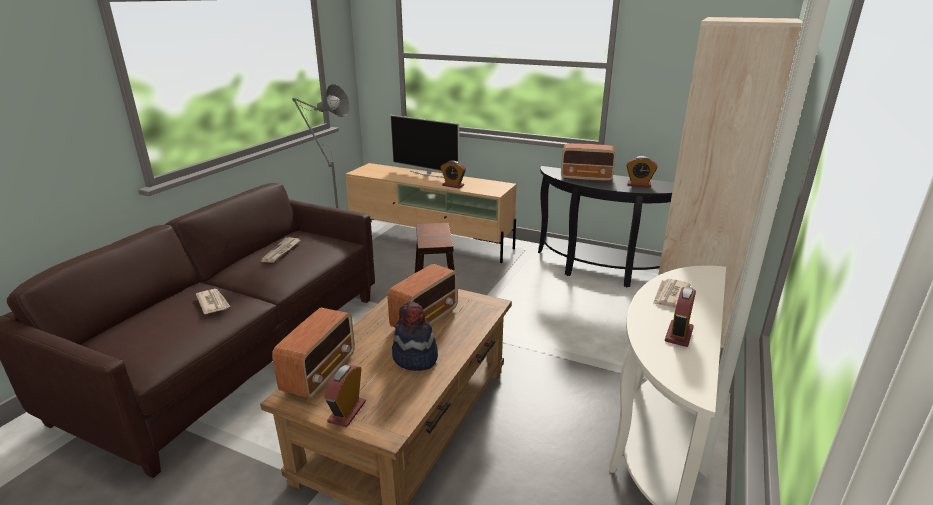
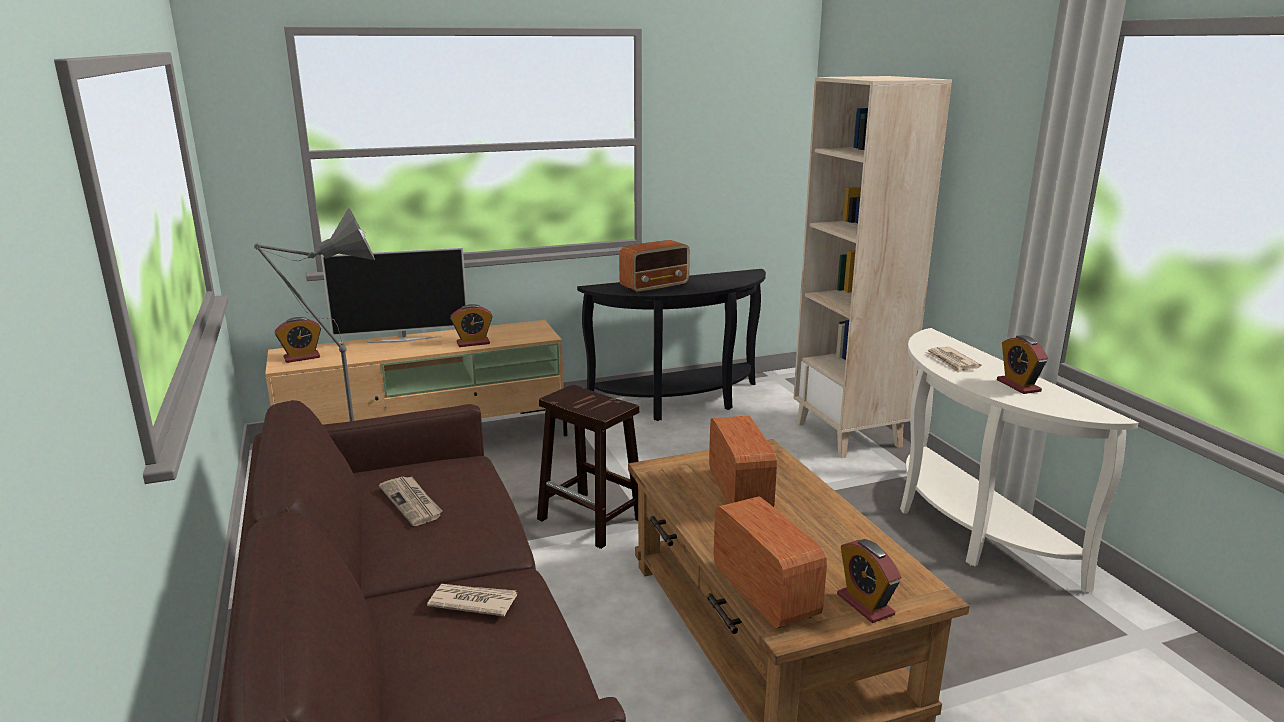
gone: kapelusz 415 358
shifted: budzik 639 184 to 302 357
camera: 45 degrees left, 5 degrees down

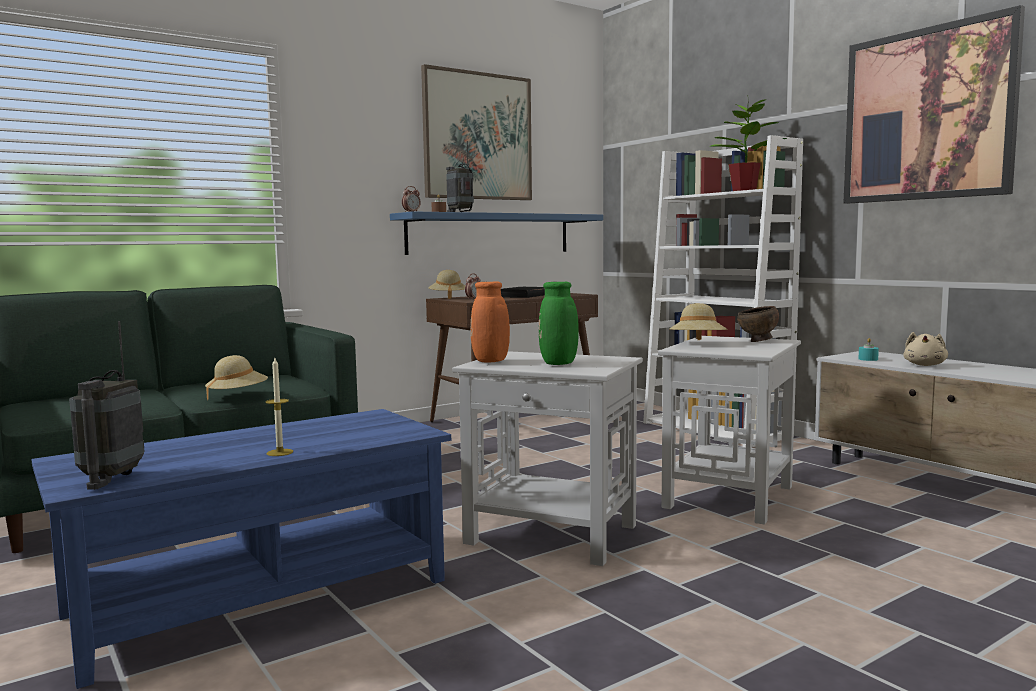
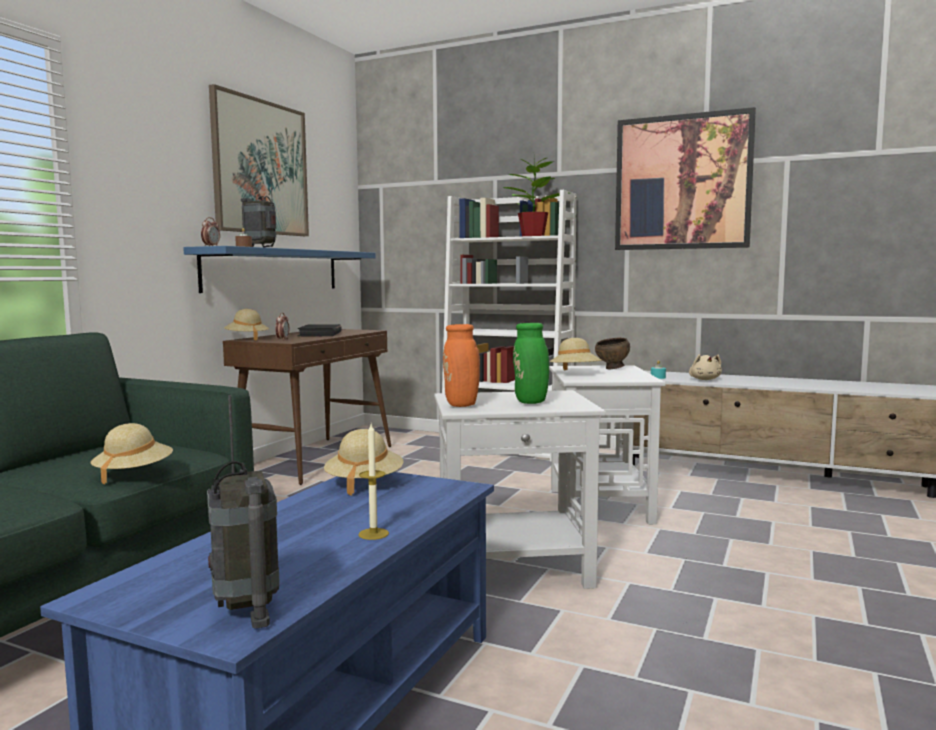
new: kapelusz [beżowy] 364 483
camera: 30 degrees left, 0 degrees up

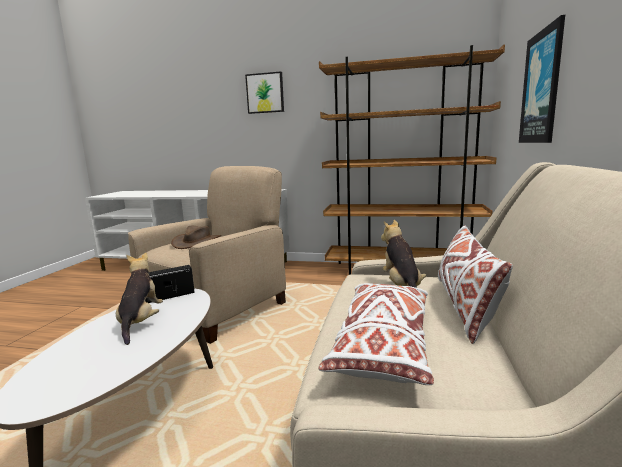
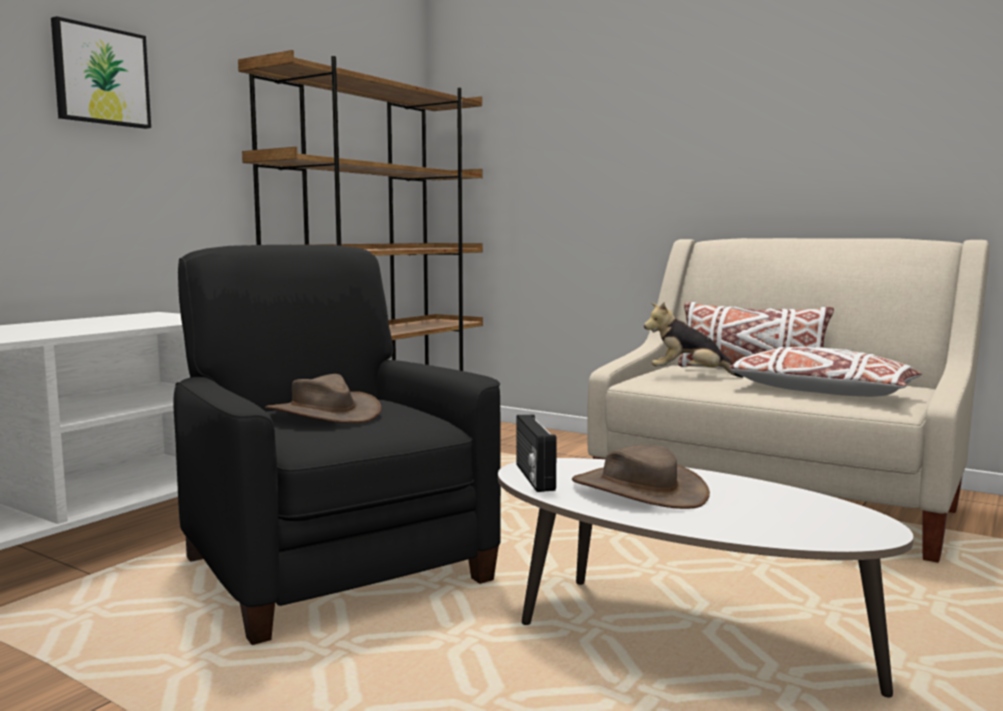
gone: obraz 542 87
swapped: pluszak 141 322 to kapelusz [brązowy] 639 490
repainted: fotel [beżowy] 218 308 to fotel [czarny] 333 567
camera: 70 degrees left, 5 degrees down

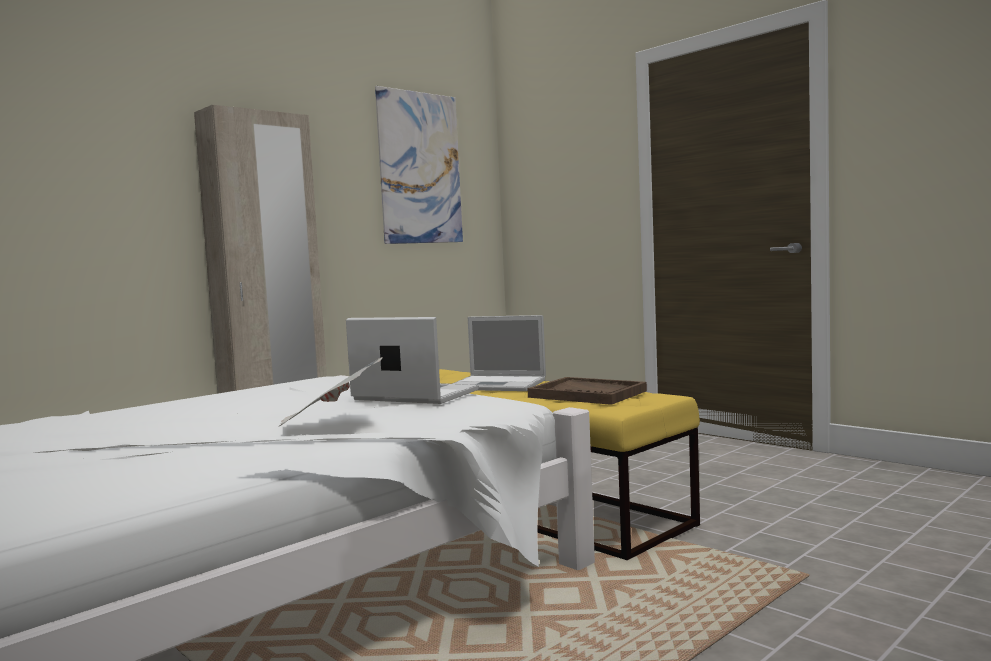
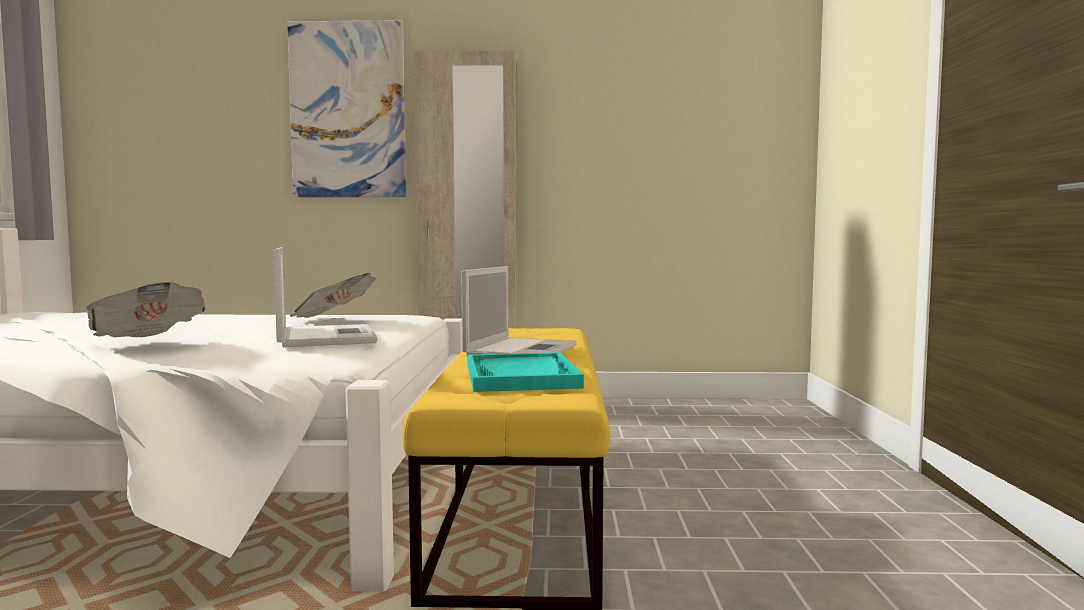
new: gazeta 333 320
shifted: obraz 420 168 to 347 110
repainted: taca [brązowy] 587 394 to taca [turkusowy] 521 376
rotated: laptop 499 384 = 522 350 135 degrees counterclockwise
camera: 45 degrees right, 0 degrees up

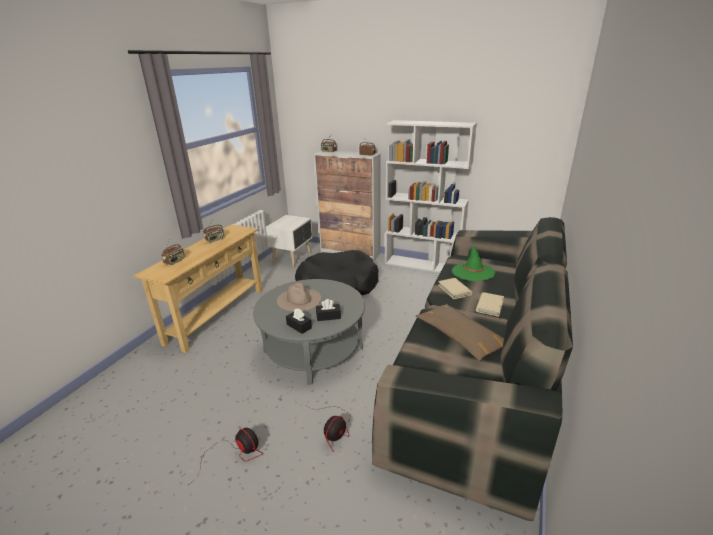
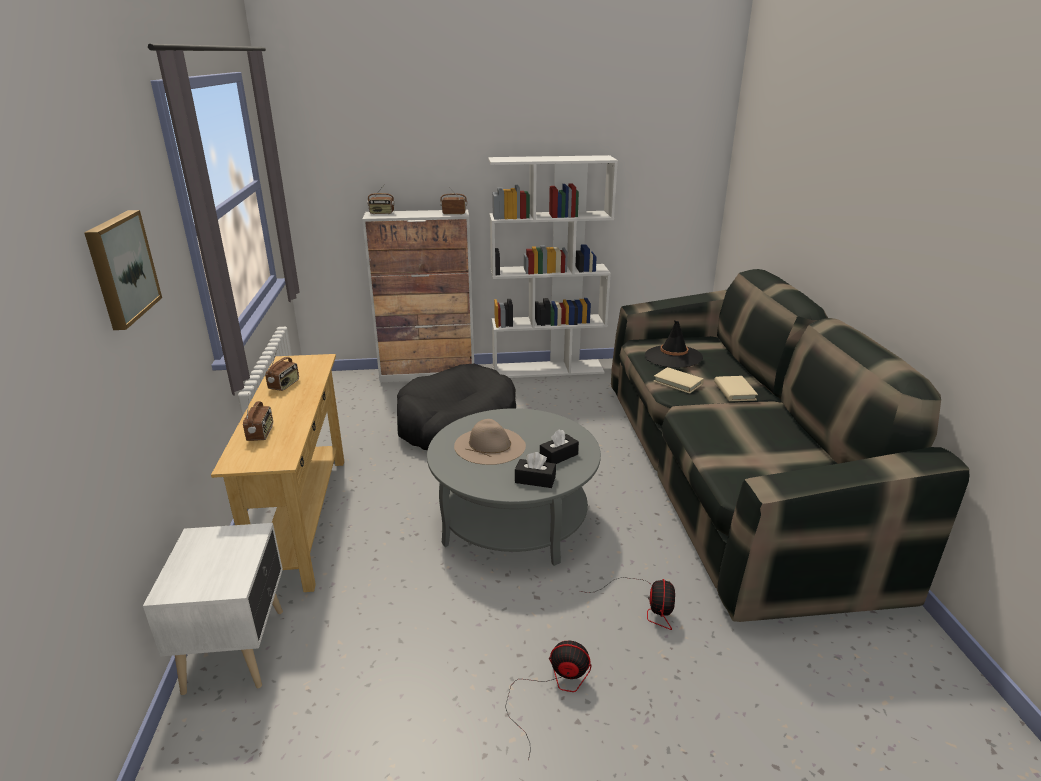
gone: poduszka [brązowy] 460 337
new: obraz 120 268
shifted: szafka nocna [biały] 293 259 to 238 648
repainted: kapelusz [zielony] 473 272 to kapelusz [czarny] 673 357
camera: 30 degrees left, 0 degrees up

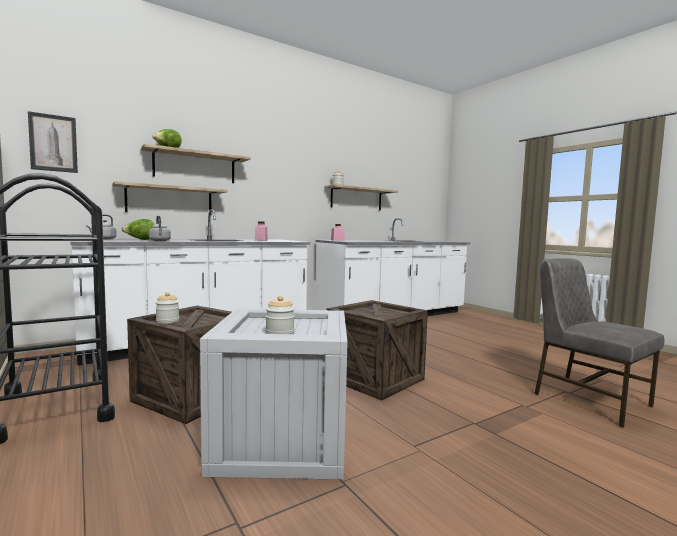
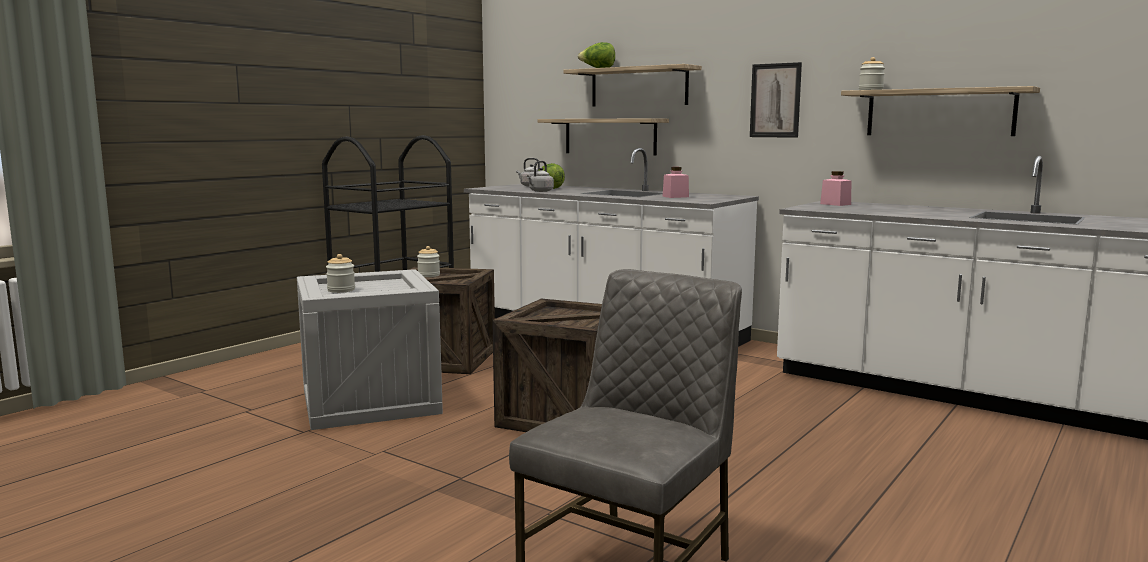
shifted: obraz 53 143 to 775 100
camera: 70 degrees right, 5 degrees up

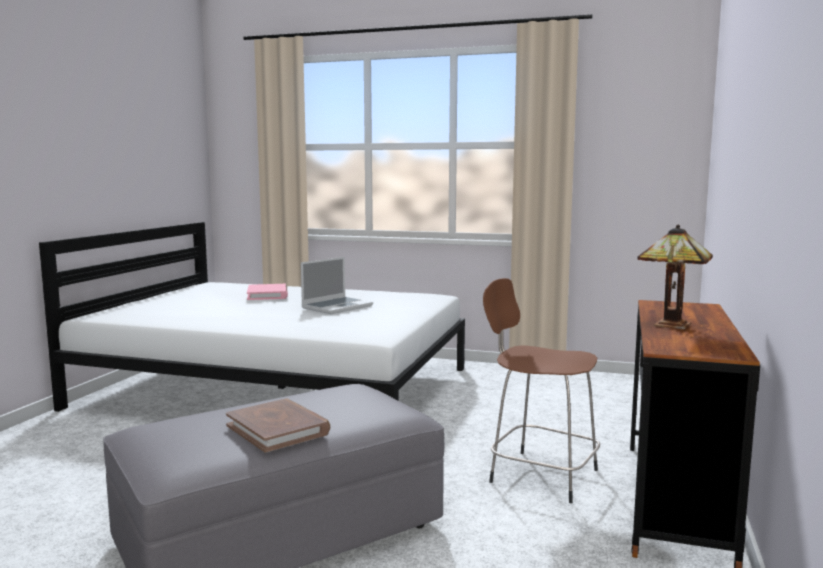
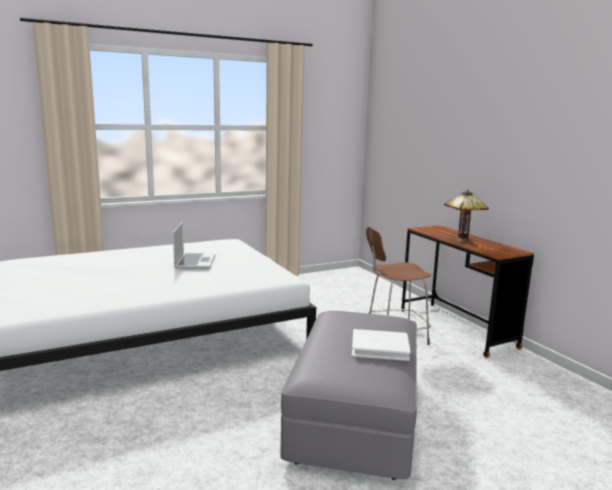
gone: książka [różowy] 267 295
repainted: książka [brązowy] 278 429 to książka [biały] 380 348
camera: 45 degrees left, 5 degrees up

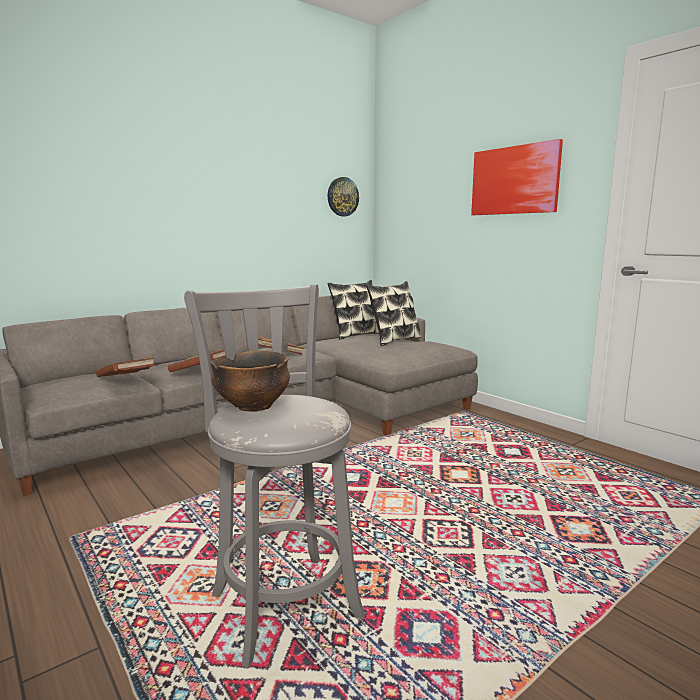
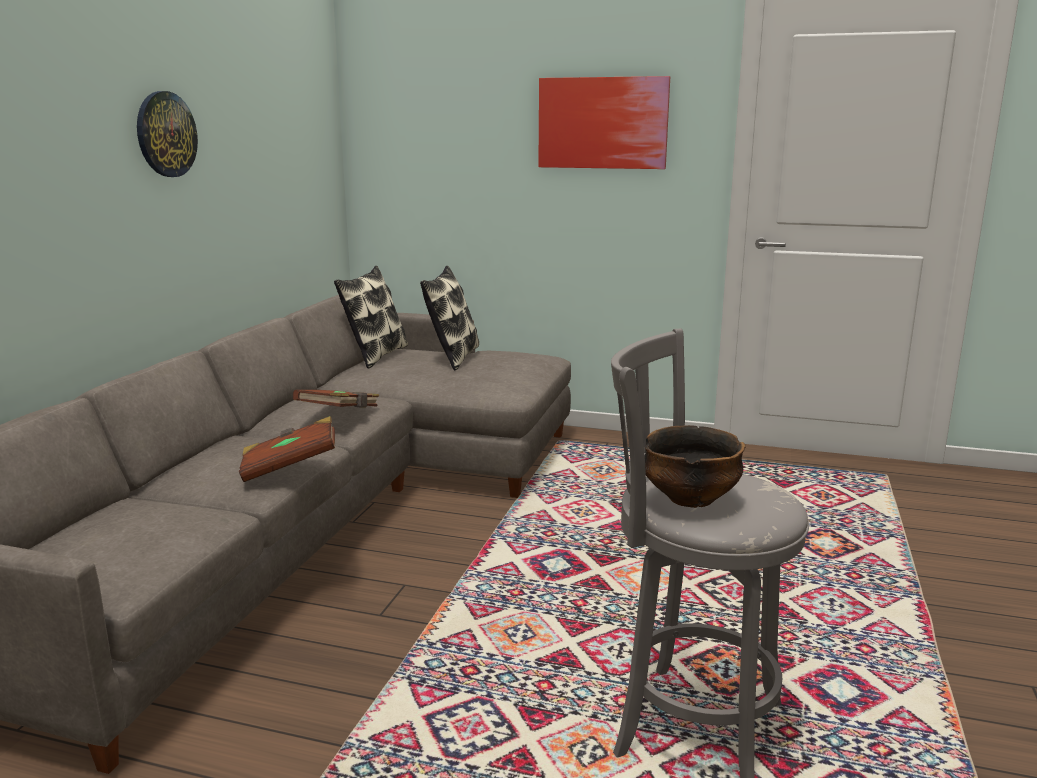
gone: książka [brązowy] 127 380
shifted: zegar ścienny 342 197 to 165 134
camera: 35 degrees left, 5 degrees up

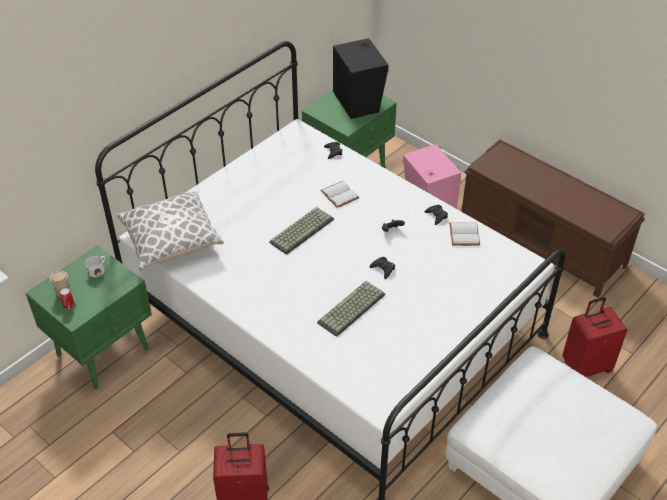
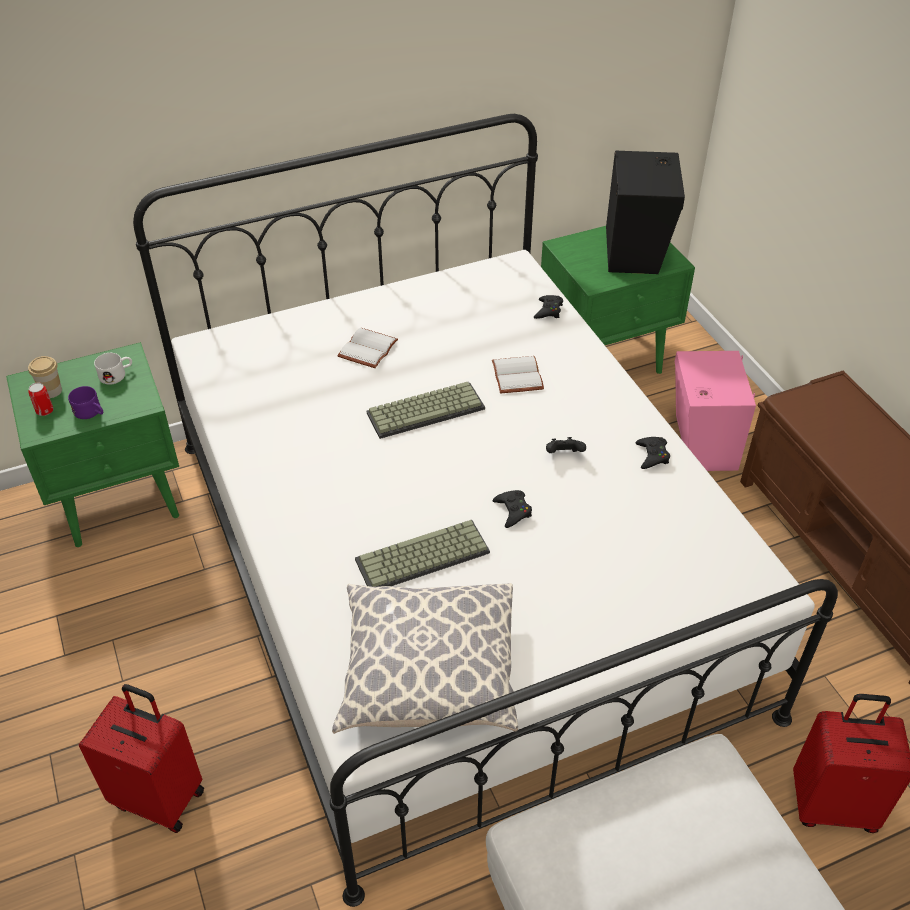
new: kubek [fioletowy] 91 413
shifted: poduszka 171 242 to 428 675; książka [biały] 463 234 to 367 348
camera: 25 degrees right, 0 degrees up

